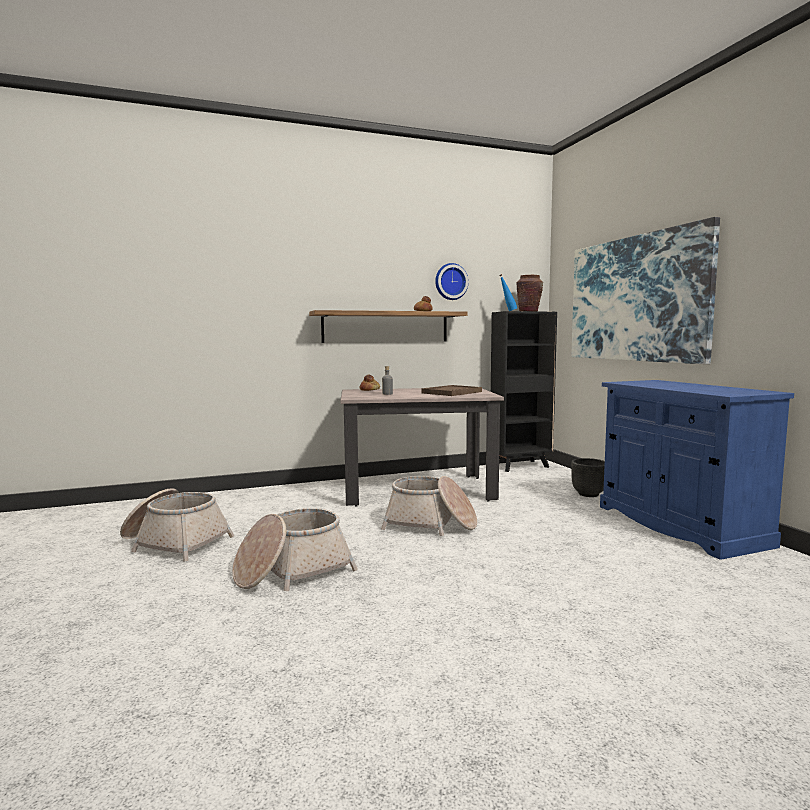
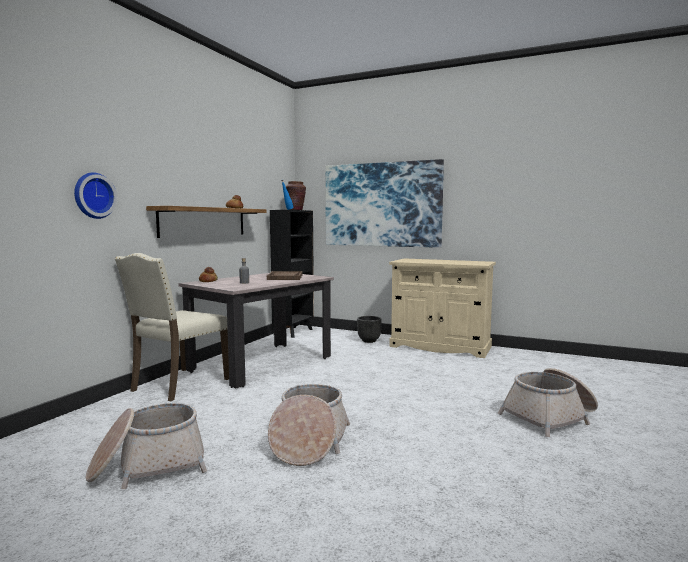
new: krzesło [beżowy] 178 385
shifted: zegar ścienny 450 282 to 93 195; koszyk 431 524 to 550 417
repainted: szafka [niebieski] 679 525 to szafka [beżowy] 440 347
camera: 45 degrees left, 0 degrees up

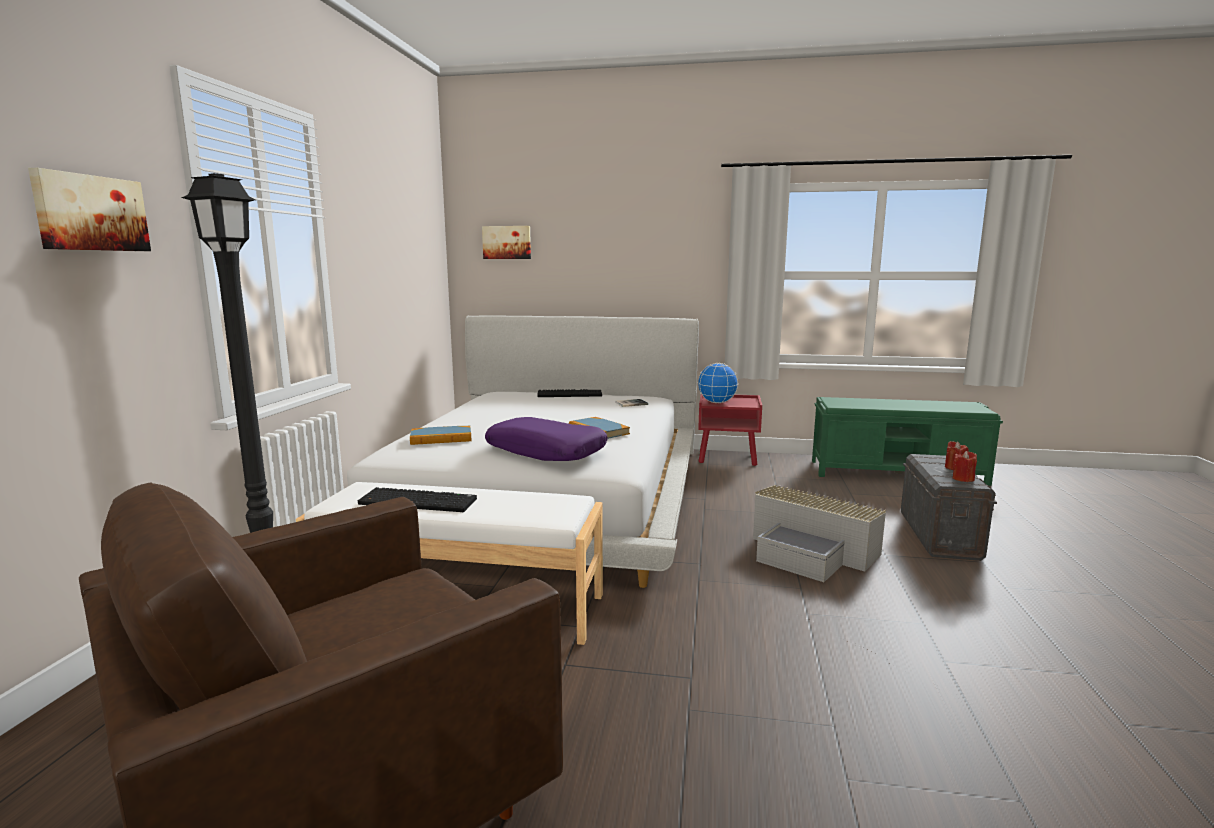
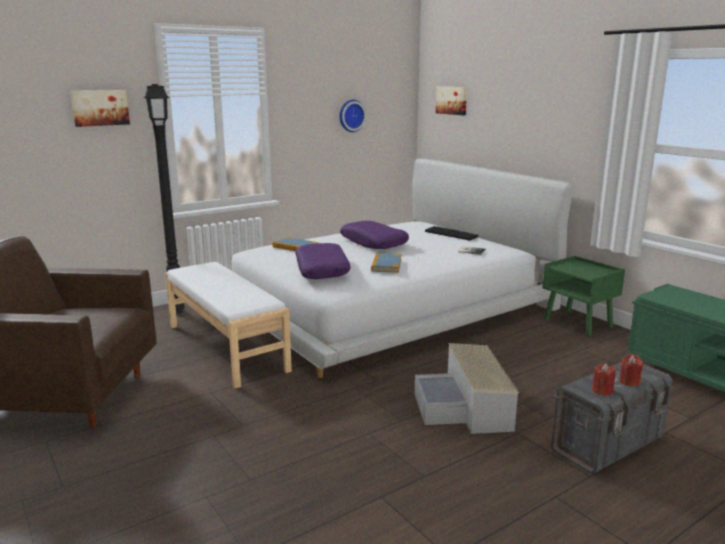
gone: globus 717 402; klawiatura 420 501
new: zegar ścienny 351 115; poduszka [fioletowy] 374 243
repainted: szafka nocna [czerwony] 728 458 to szafka nocna [zielony] 578 323
camera: 45 degrees right, 5 degrees up

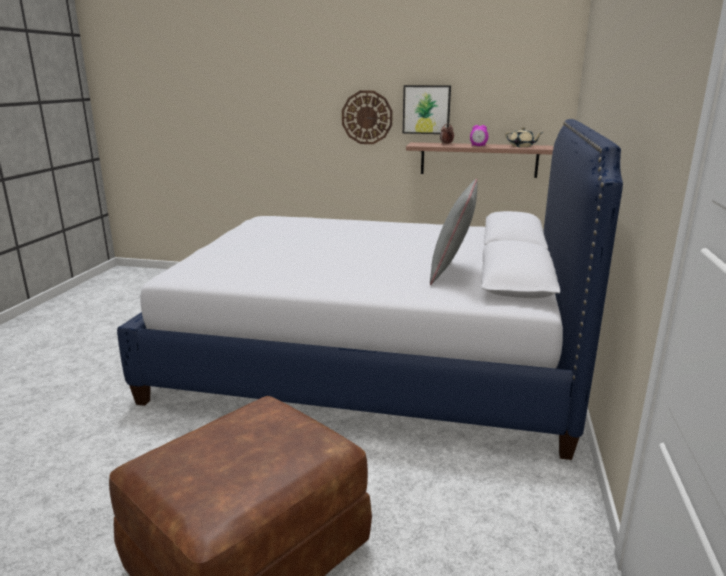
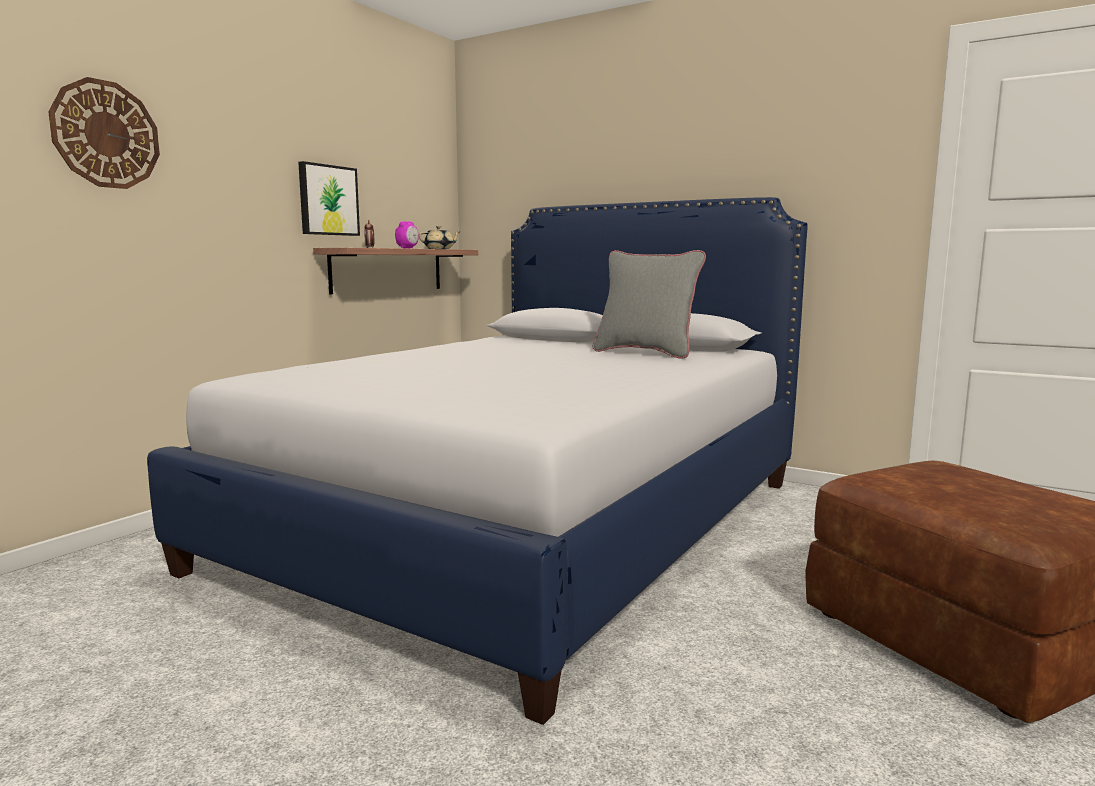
shifted: zegar ścienny 367 117 to 106 134
camera: 70 degrees left, 10 degrees down

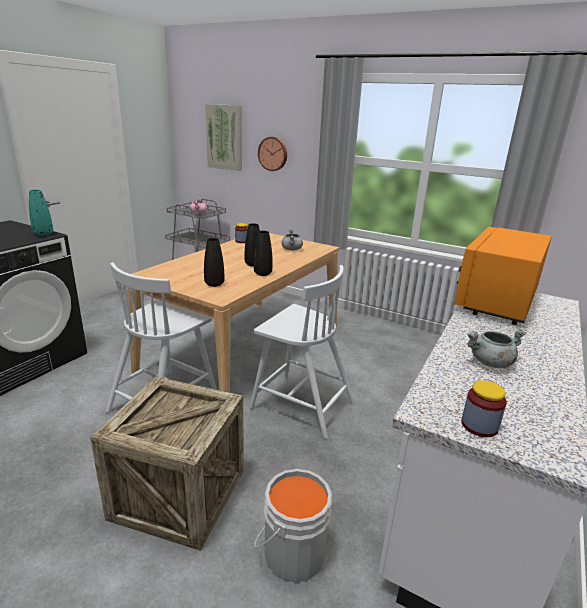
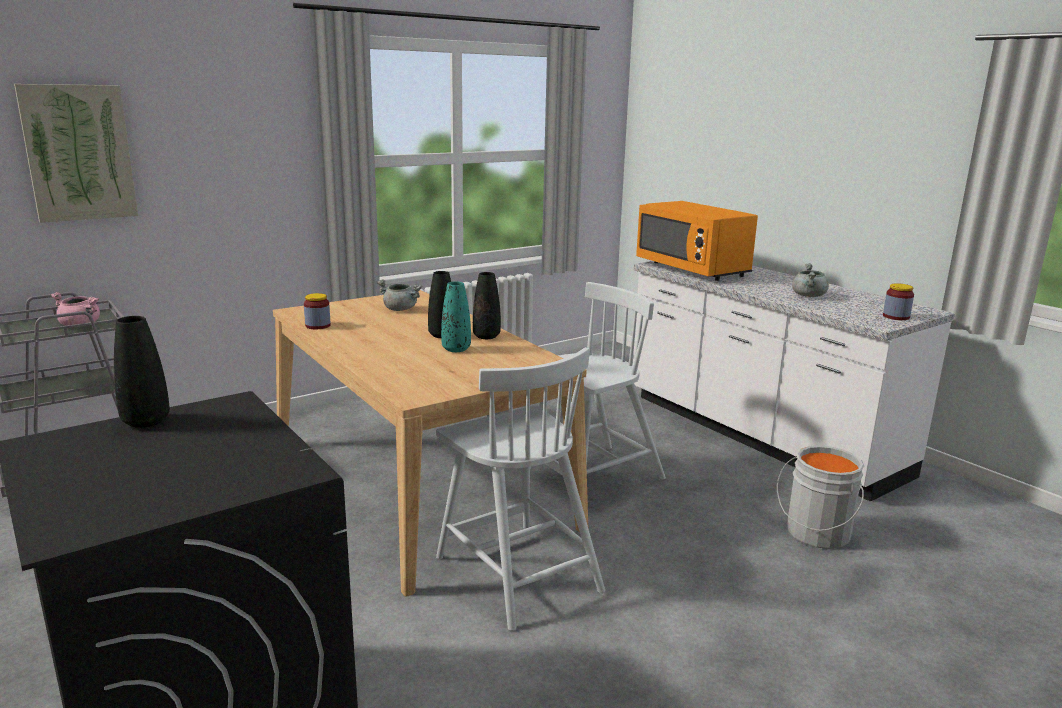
gone: zegar ścienny 273 154; skrzynka 179 494
shifted: wazon [turkusowy] 43 234 to 456 349; wazon [czarny] 214 284 to 146 421
camera: 65 degrees left, 5 degrees down

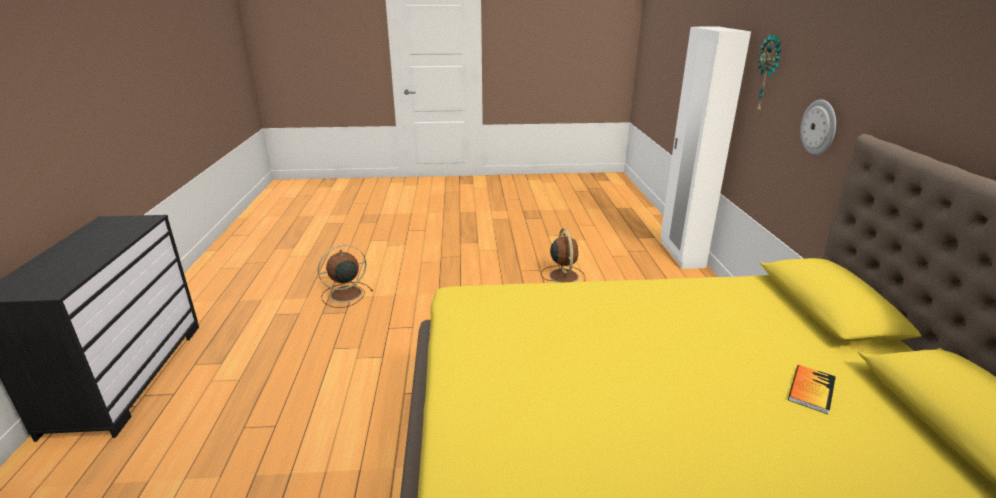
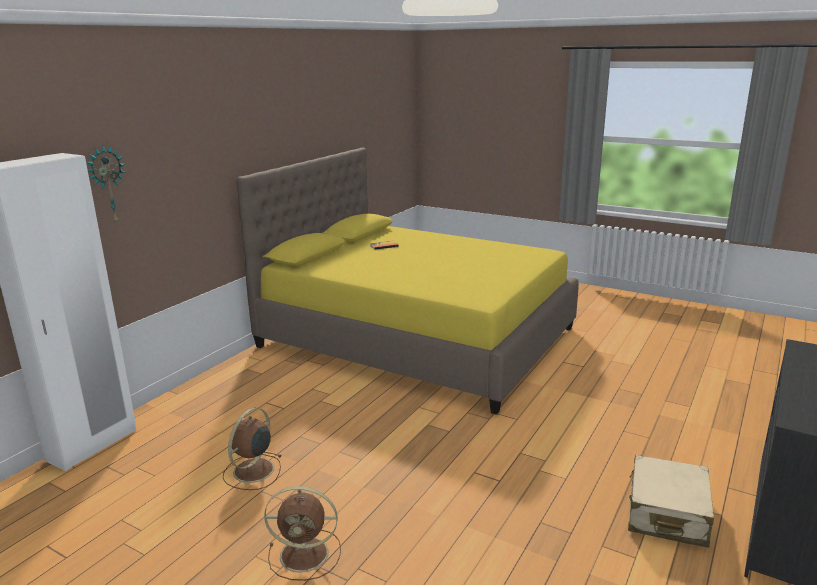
gone: zegar ścienny 819 127
new: walizka [beżowy] 667 513
shifted: wentylator [brązowy] 344 294 to 306 554
camera: 145 degrees left, 5 degrees down

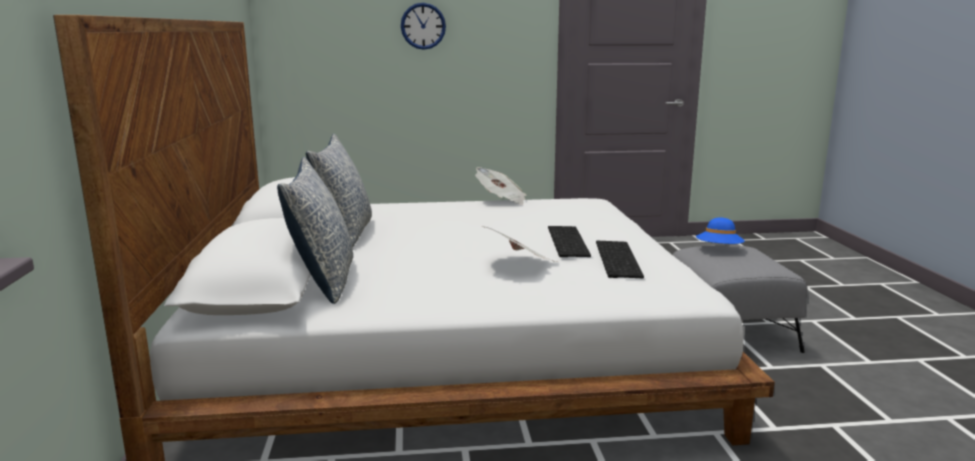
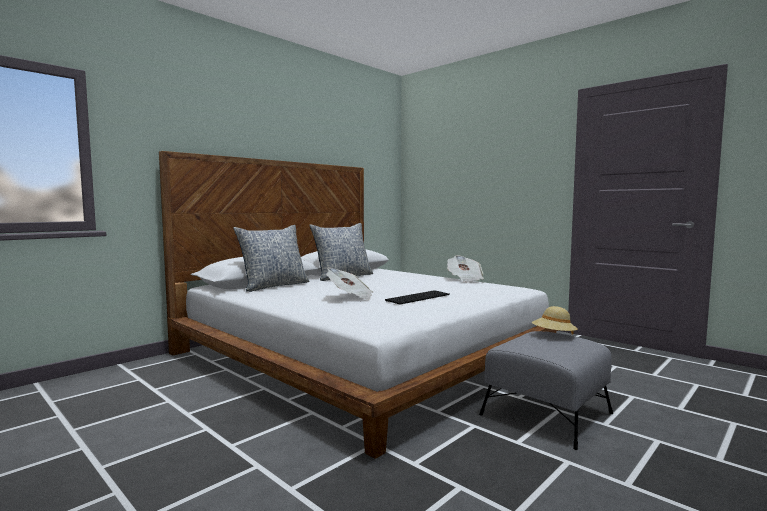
gone: zegar ścienny 423 26; klawiatura 615 258
repainted: kapelusz [niebieski] 719 250 to kapelusz [beżowy] 553 336
camera: 50 degrees right, 10 degrees down

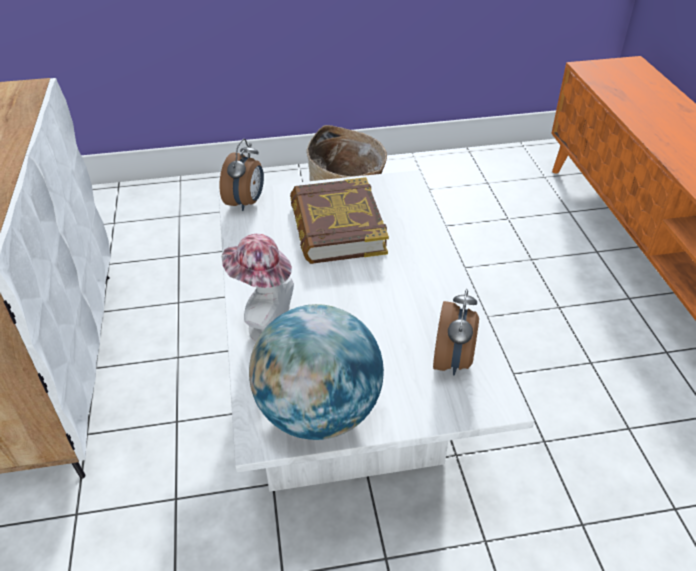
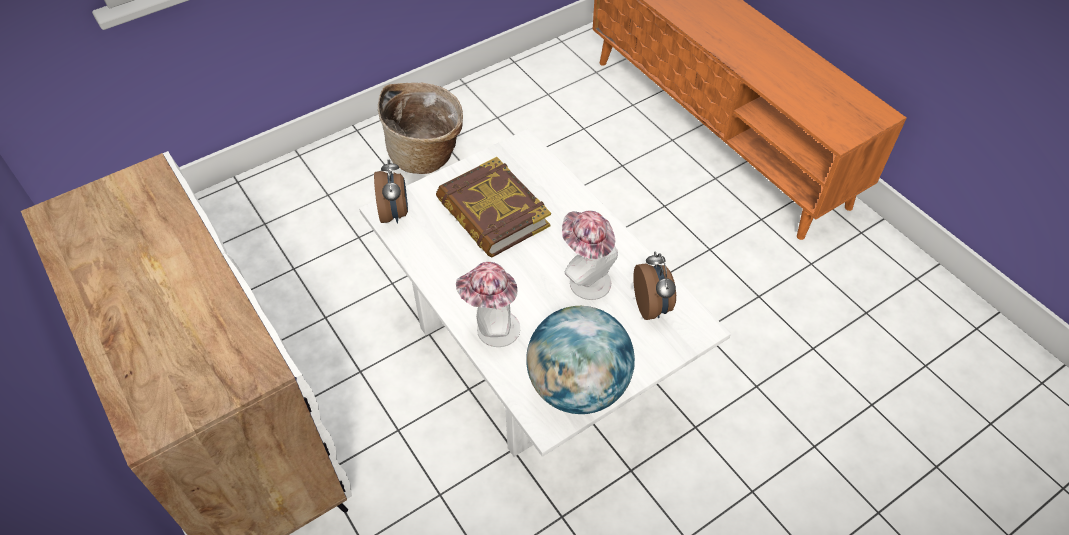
new: kapelusz 585 279
camera: 25 degrees left, 10 degrees up

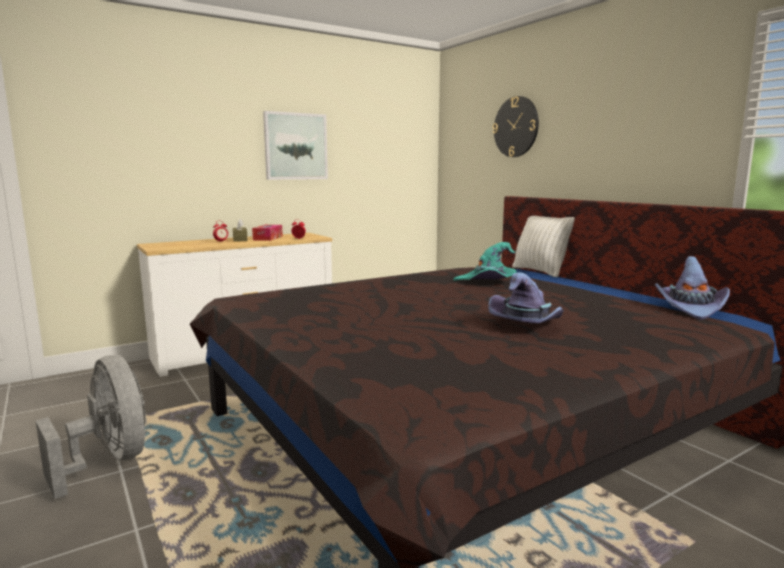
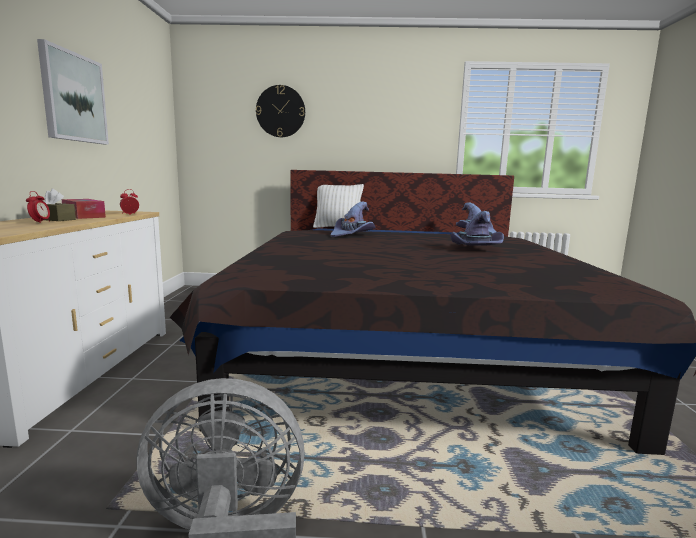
repainted: kapelusz [turkusowy] 487 282 to kapelusz [fioletowy] 352 235
camera: 55 degrees left, 0 degrees up

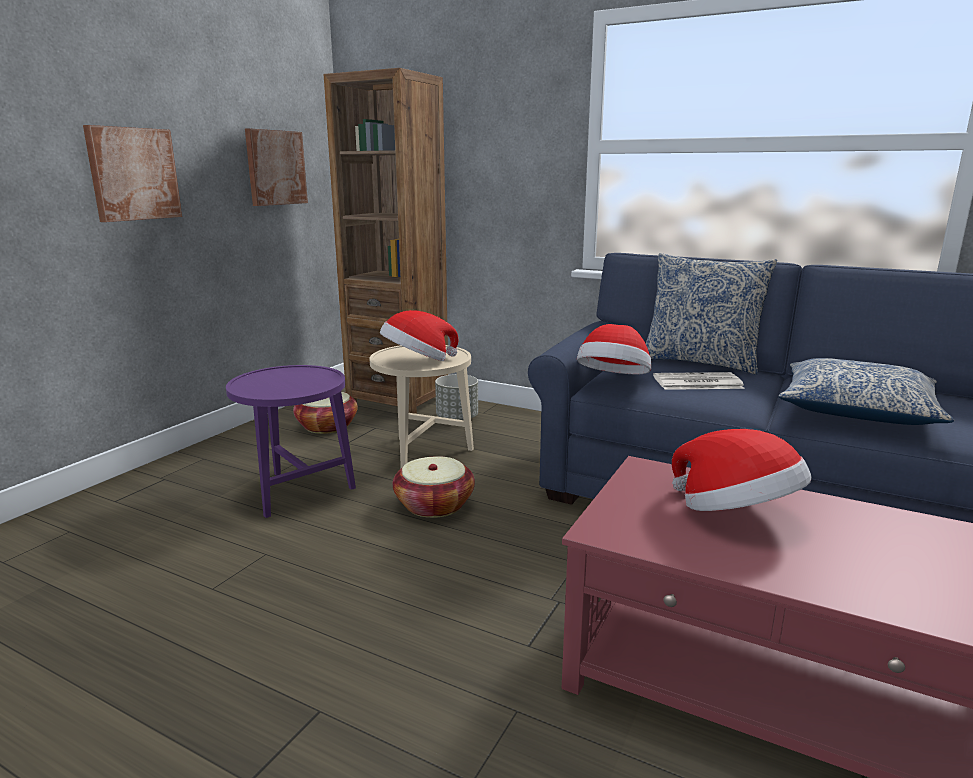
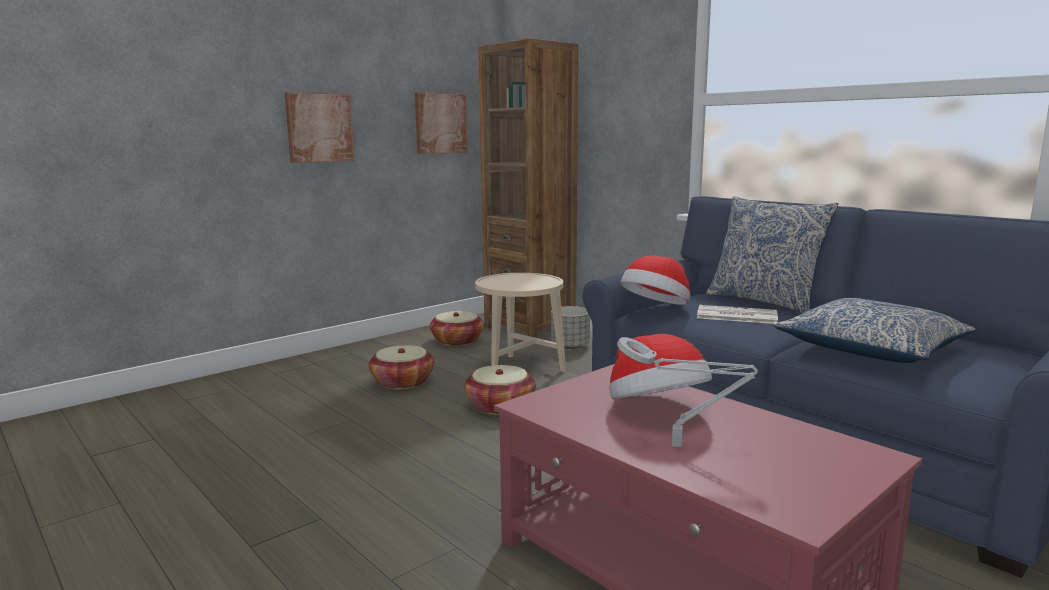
gone: kapelusz 417 361
new: lampa stołowa [szary] 681 446
swapped: stolik [fioletowy] 297 490 to koszyk 402 382
camera: 20 degrees right, 5 degrees down

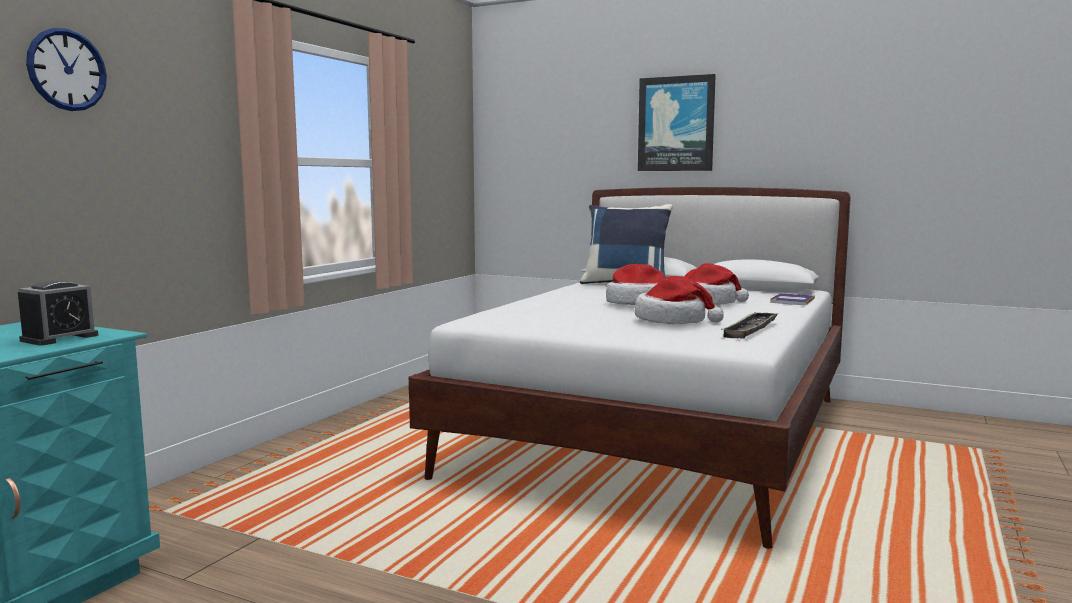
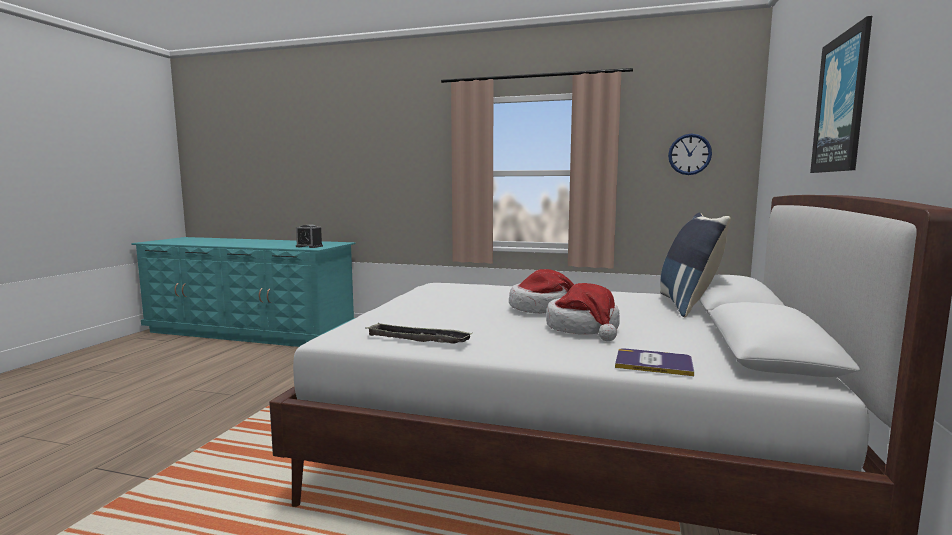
gone: kapelusz 672 321
shifted: zegar ścienny 67 70 to 689 154
camera: 80 degrees right, 0 degrees up

